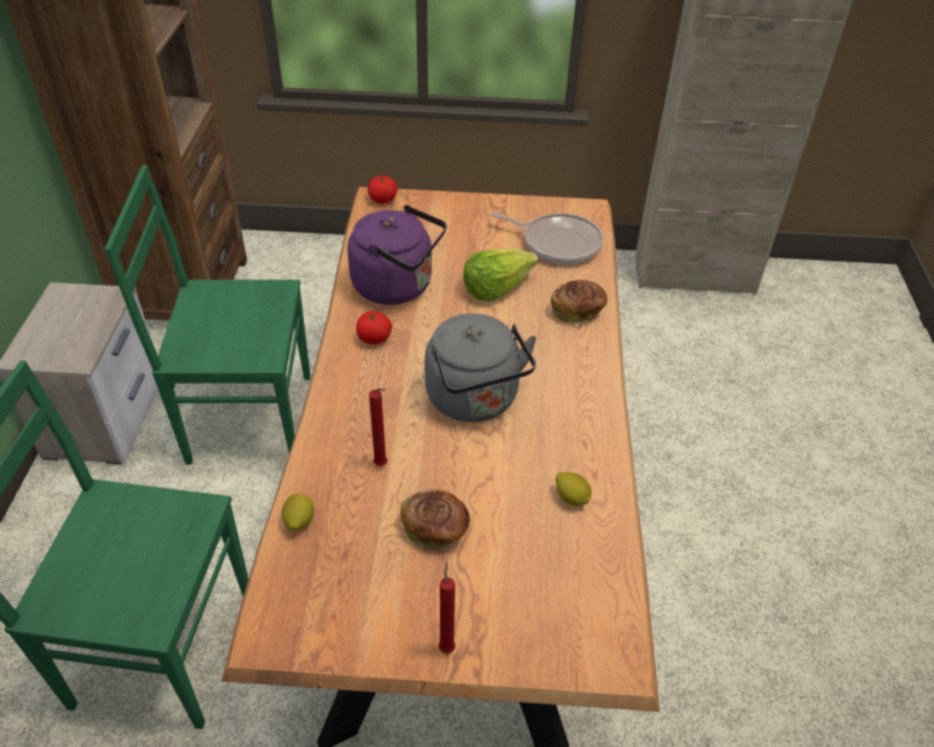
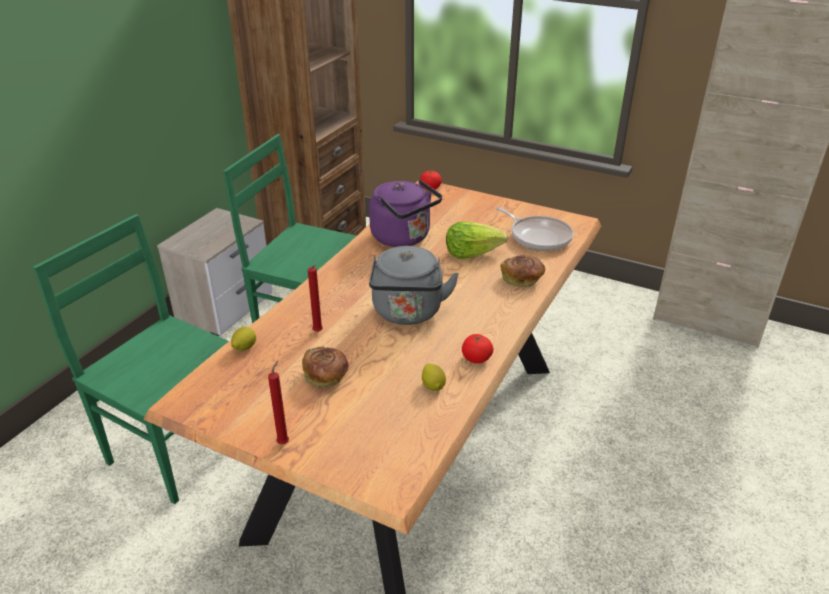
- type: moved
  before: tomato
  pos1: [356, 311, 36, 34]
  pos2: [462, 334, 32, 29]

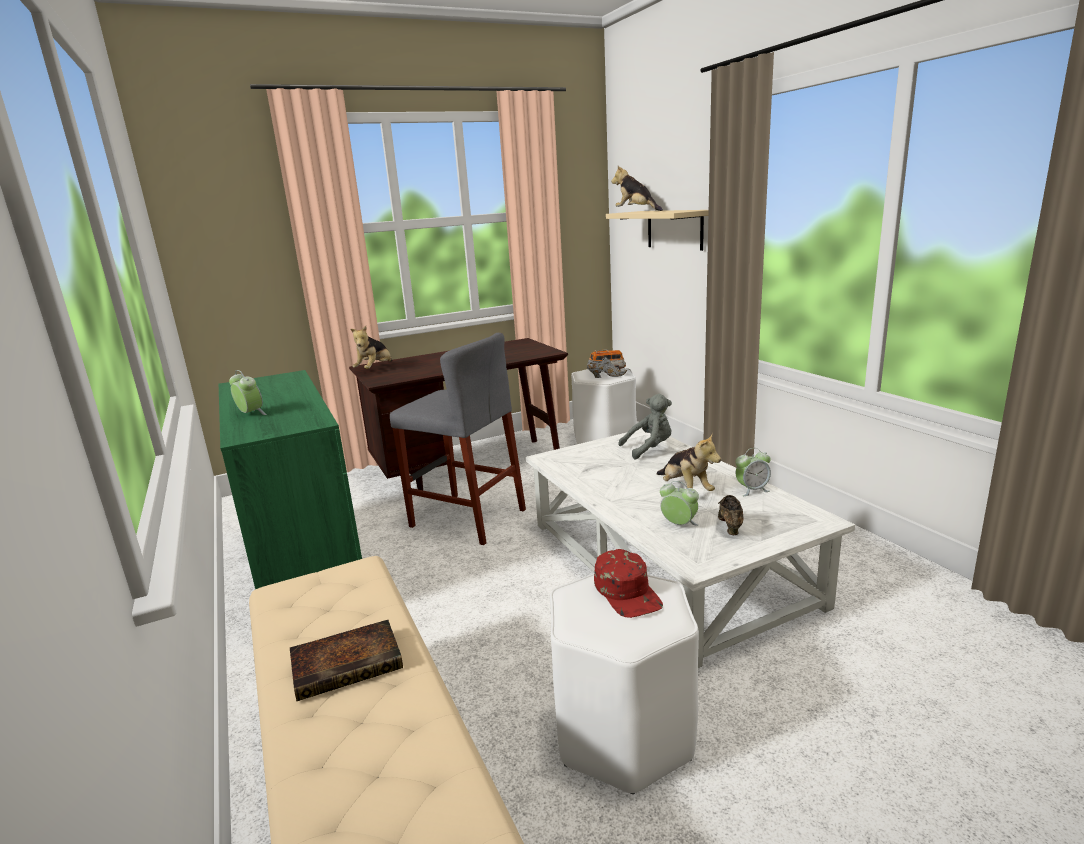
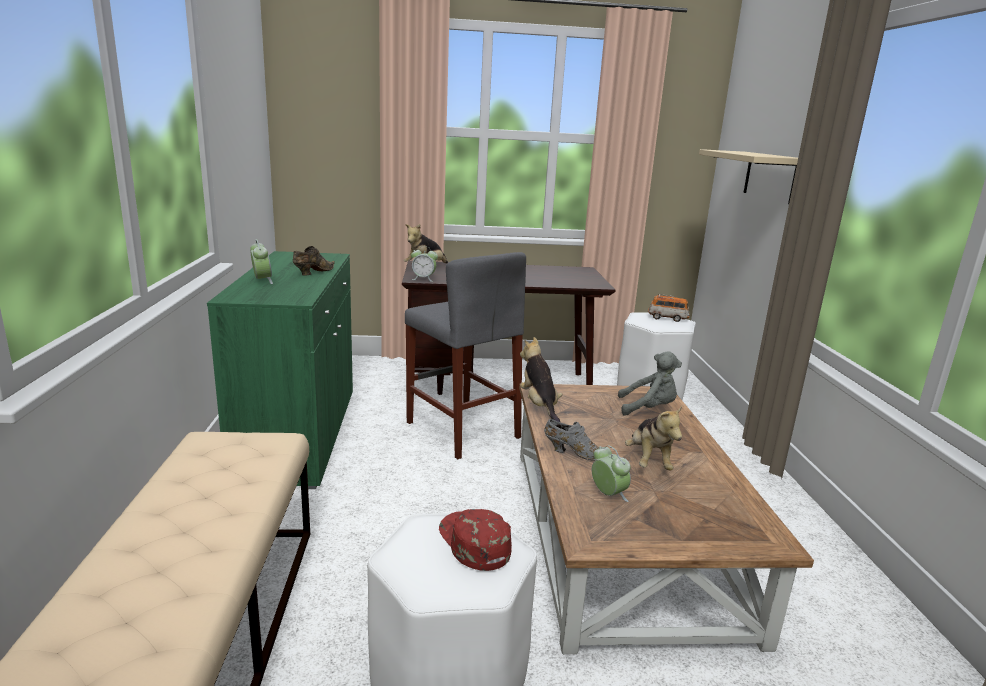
- type: removed
  before: book
  pos1: [290, 620, 113, 81]
- type: recoloured
  before: white coffee table
  after: brown coffee table
  pos1: [526, 429, 329, 239]
  pos2: [519, 383, 295, 271]
- type: moved
  before: grey shoe
  pos1: [587, 357, 40, 21]
  pos2: [544, 419, 55, 42]
- type: turned
  before: red cap
  pos1: [594, 549, 69, 69]
  pos2: [439, 509, 73, 62]
  turn: 150
- type: moved
  before: plush toy
  pos1: [611, 166, 52, 45]
  pos2: [520, 337, 42, 85]
- type: moved
  before: brown shoe
  pos1: [718, 495, 26, 40]
  pos2: [293, 246, 42, 30]
- type: moved
  before: alarm clock
  pos1: [736, 448, 35, 48]
  pos2: [411, 246, 27, 36]

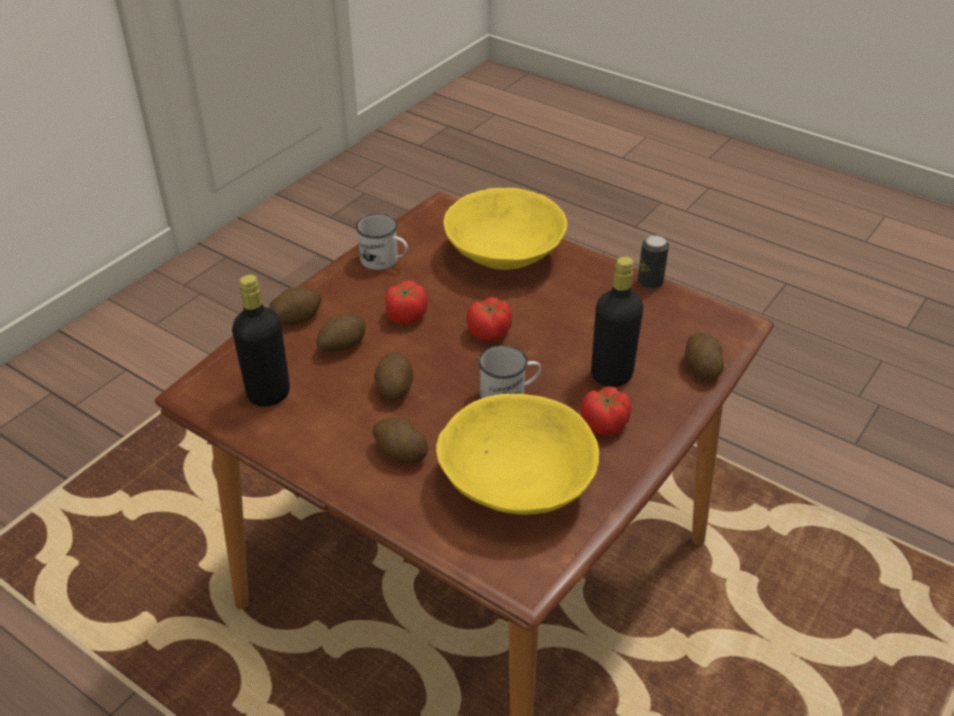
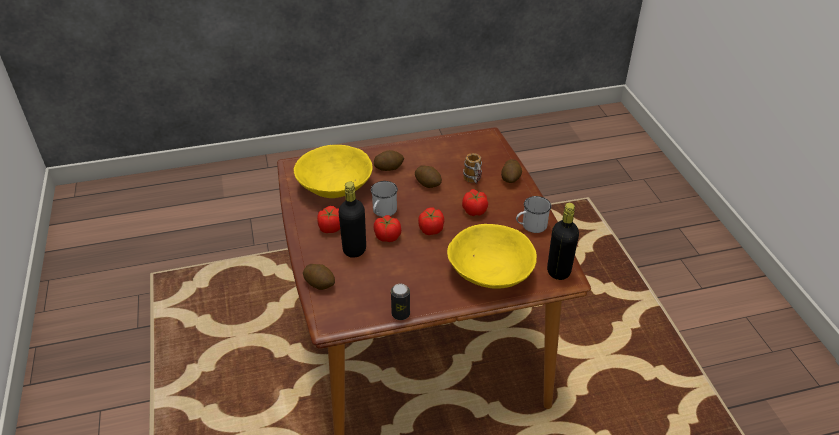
- type: moved
  before: black bottle
  pos1: [232, 275, 58, 132]
  pos2: [547, 203, 32, 77]
- type: replaced
  before: potato
  after: mug
  pos1: [316, 313, 50, 39]
  pos2: [463, 153, 19, 32]
- type: added
  after: tomato
  pos2: [374, 215, 27, 27]

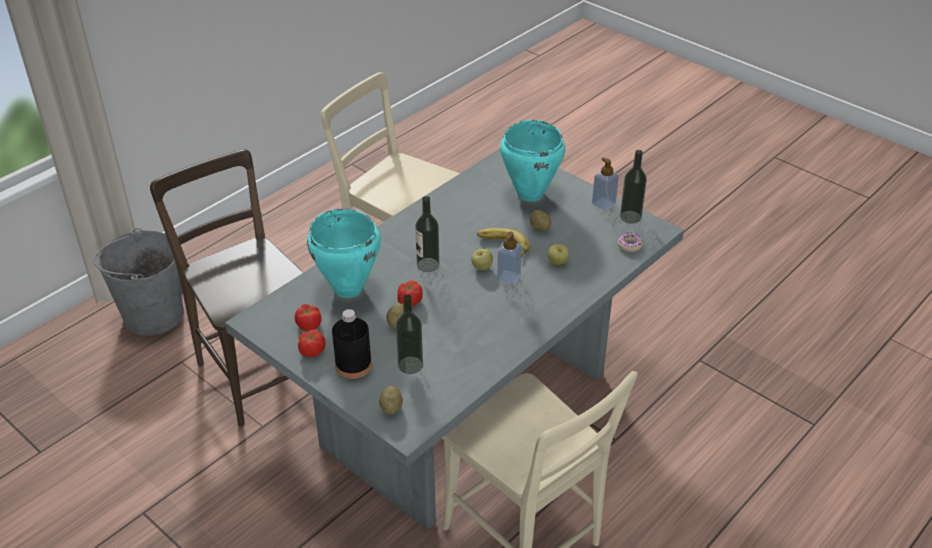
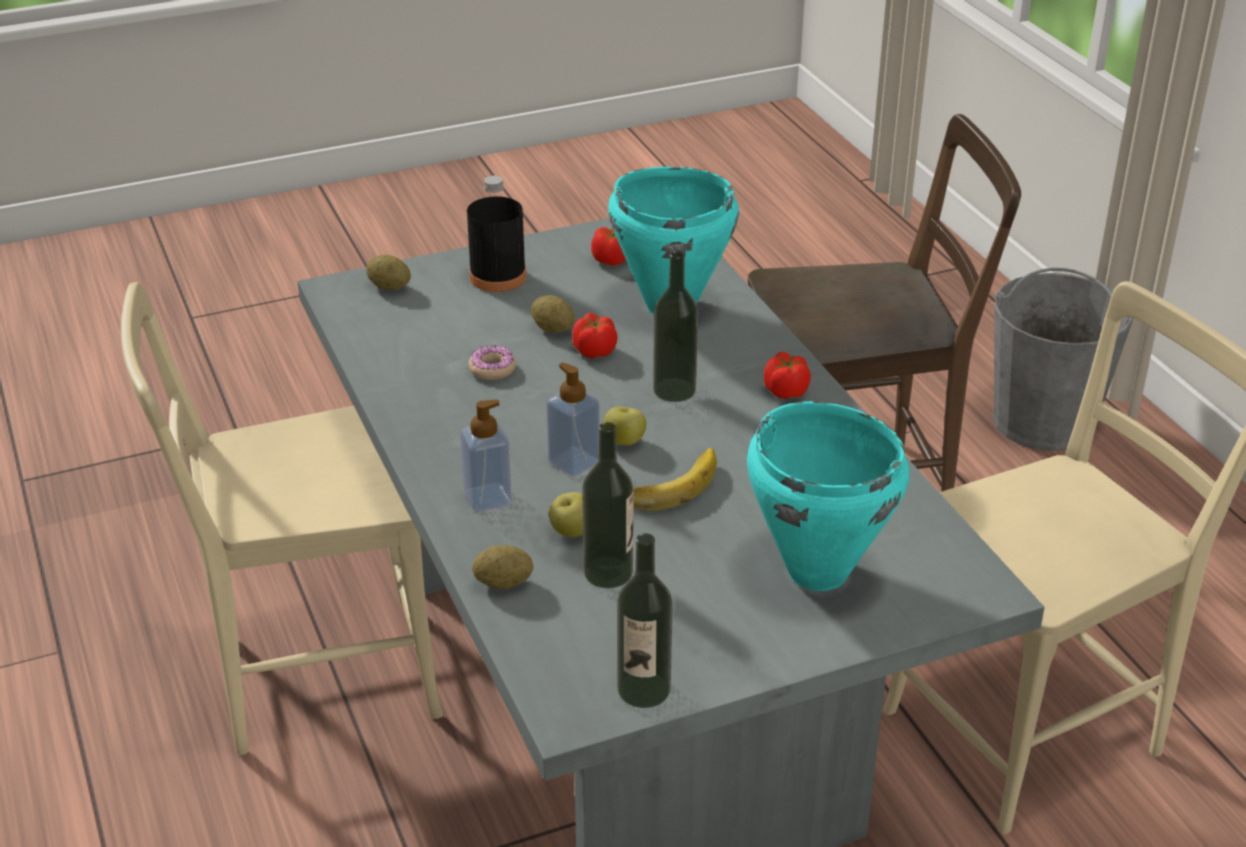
- type: moved
  before: tomato
  pos1: [298, 330, 27, 27]
  pos2: [764, 352, 47, 47]
- type: moved
  before: bottle
  pos1: [396, 294, 27, 80]
  pos2: [582, 422, 52, 166]
- type: moved
  before: potato
  pos1: [530, 210, 21, 21]
  pos2: [472, 545, 61, 45]
- type: moved
  before: soap dispenser
  pos1: [592, 157, 27, 53]
  pos2: [460, 399, 52, 113]
- type: moved
  before: donut
  pos1: [618, 232, 25, 20]
  pos2: [468, 346, 48, 34]

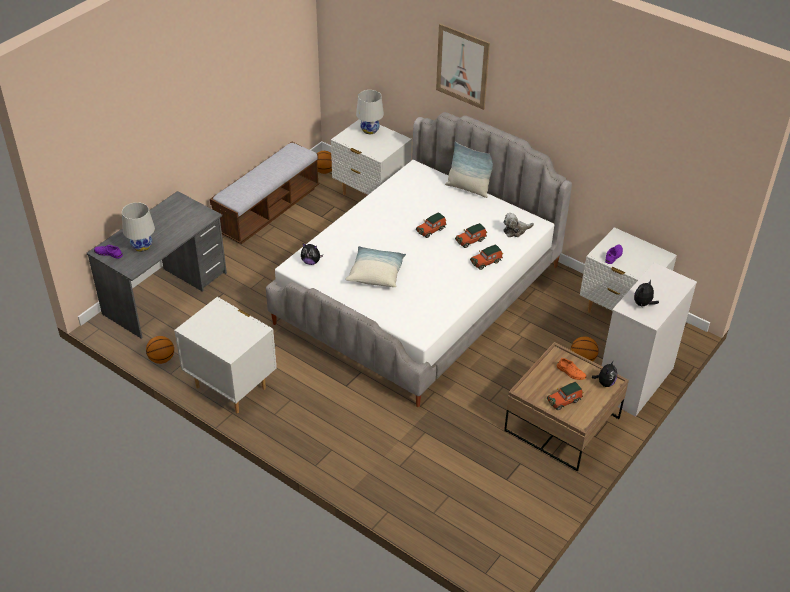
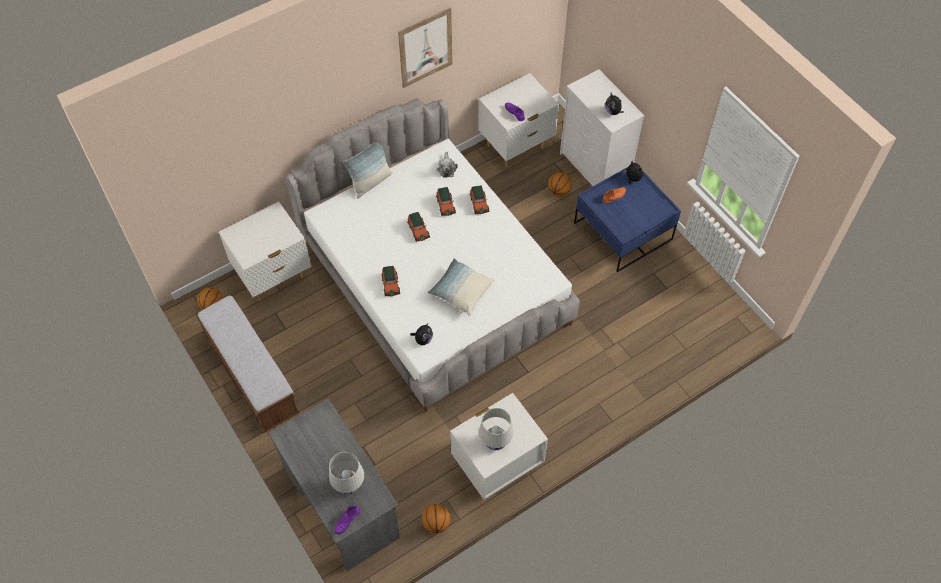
- type: moved
  before: white table lamp
  pos1: [356, 90, 28, 44]
  pos2: [479, 408, 34, 42]
- type: moved
  before: picture
  pos1: [436, 24, 54, 86]
  pos2: [398, 8, 54, 80]
- type: recoloured
  before: brown coffee table
  after: blue coffee table
  pos1: [504, 342, 125, 129]
  pos2: [574, 167, 107, 105]
- type: moved
  before: toy car
  pos1: [547, 382, 36, 28]
  pos2: [381, 266, 19, 30]

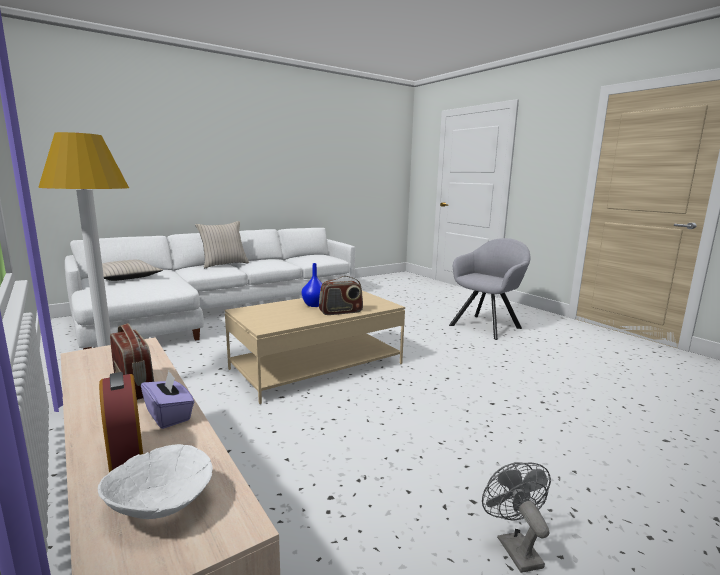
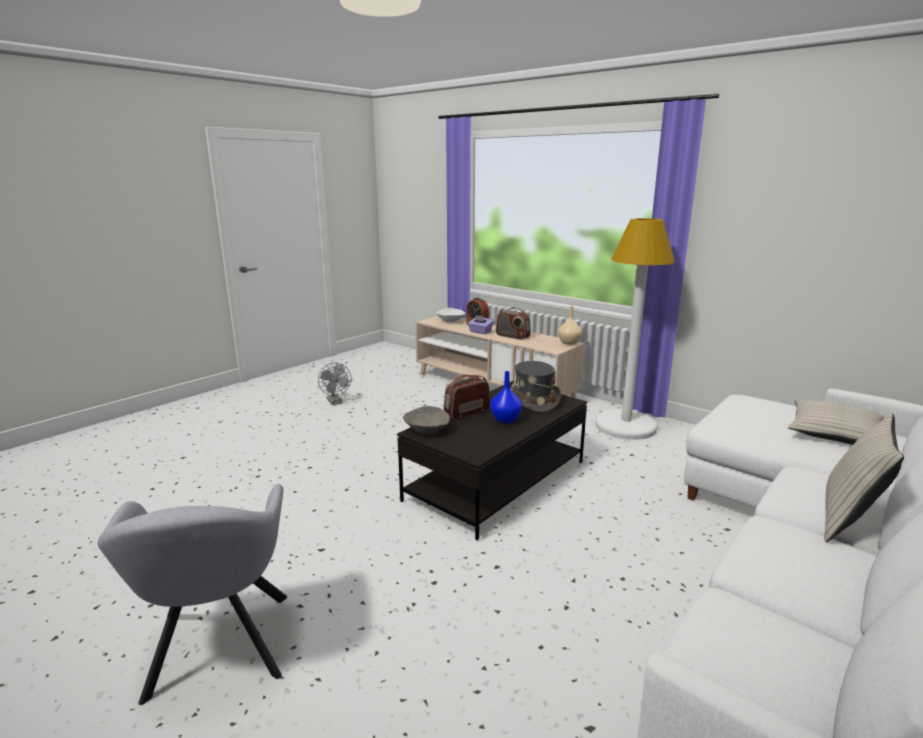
- type: recoloured
  before: beige coffee table
  after: black coffee table
  pos1: [225, 291, 180, 113]
  pos2: [397, 381, 190, 160]
- type: turned
  before: grey armchair
  pos1: [449, 238, 82, 102]
  pos2: [97, 484, 190, 221]
  turn: -45
- type: added
  after: grey bowl
  pos2: [403, 406, 47, 28]
- type: added
  after: grey hat
  pos2: [511, 361, 50, 51]
- type: added
  after: beige vase
  pos2: [558, 306, 24, 39]

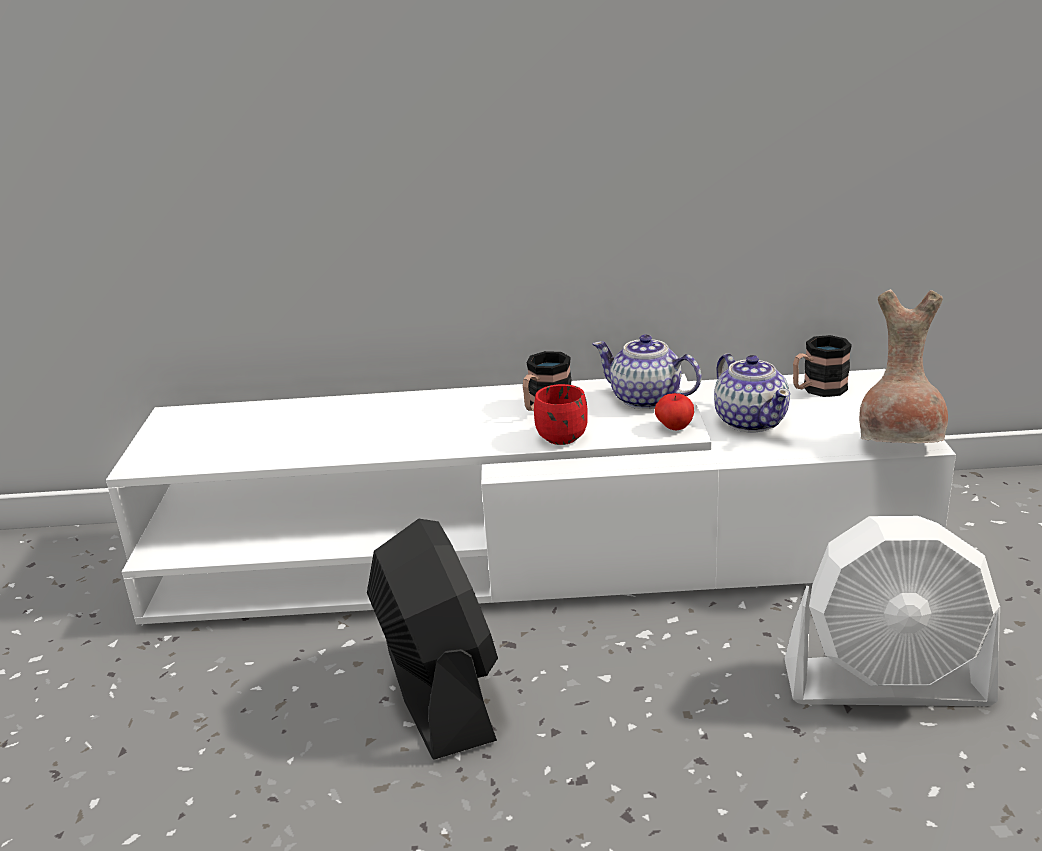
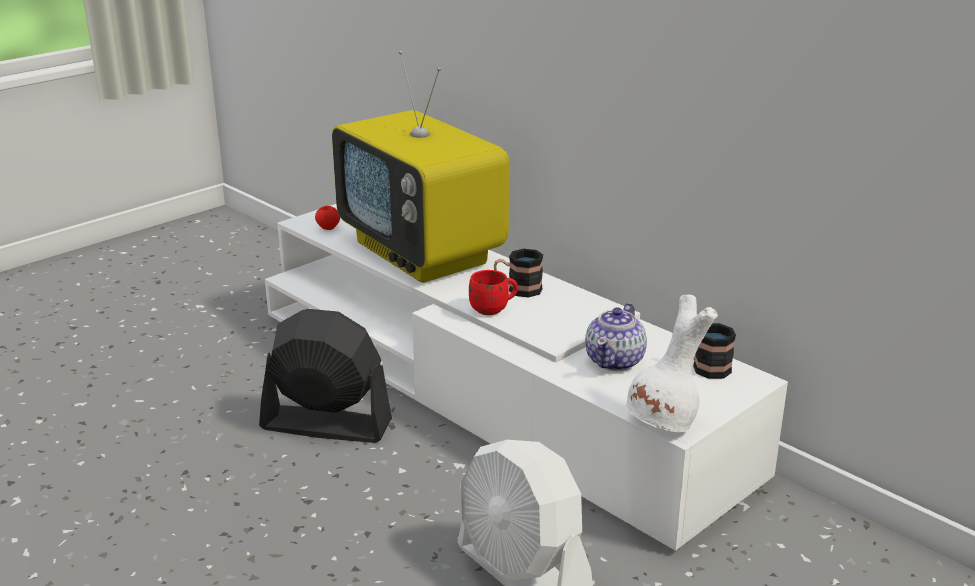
- type: turned
  before: black fan
  pos1: [367, 519, 131, 241]
  pos2: [259, 309, 133, 134]
  turn: -105
- type: removed
  before: teapot
  pos1: [593, 334, 109, 75]
- type: moved
  before: apple
  pos1: [655, 393, 39, 37]
  pos2: [315, 206, 25, 24]
- type: recoloured
  before: brown vase
  after: white vase
  pos1: [859, 289, 89, 154]
  pos2: [626, 295, 92, 137]
- type: added
  after: television
  pos2: [332, 51, 177, 232]

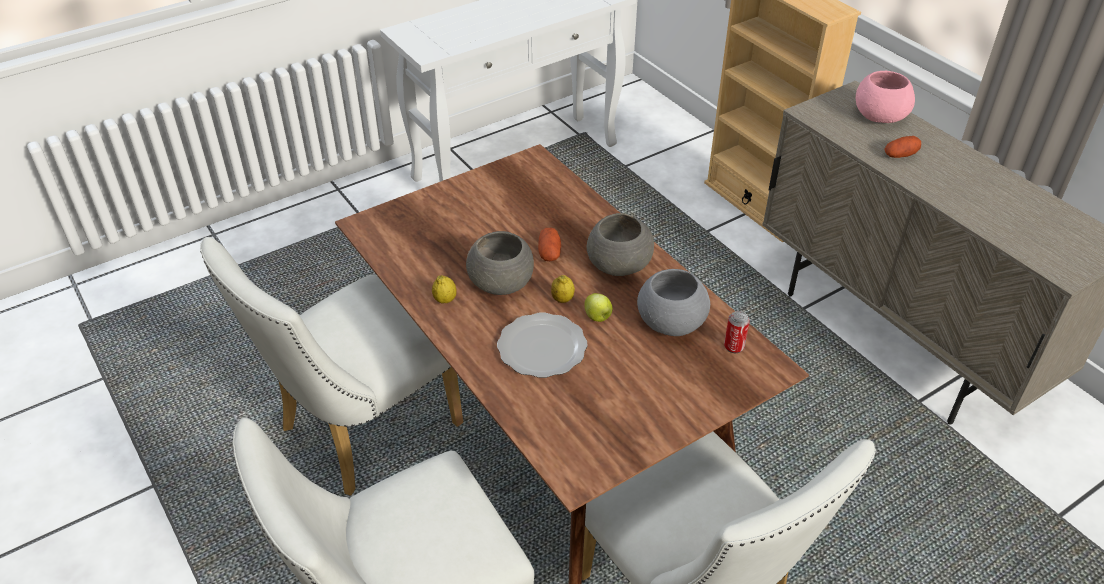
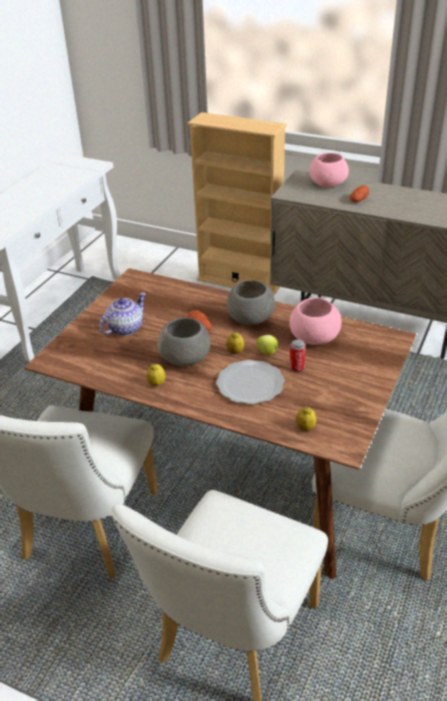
- type: recoloured
  before: grey bowl
  after: pink bowl
  pos1: [637, 269, 73, 67]
  pos2: [289, 298, 53, 47]
- type: moved
  before: can
  pos1: [724, 311, 26, 42]
  pos2: [290, 339, 16, 33]
- type: added
  after: teapot
  pos2: [99, 293, 47, 43]
- type: added
  after: lemon
  pos2: [296, 407, 20, 24]

